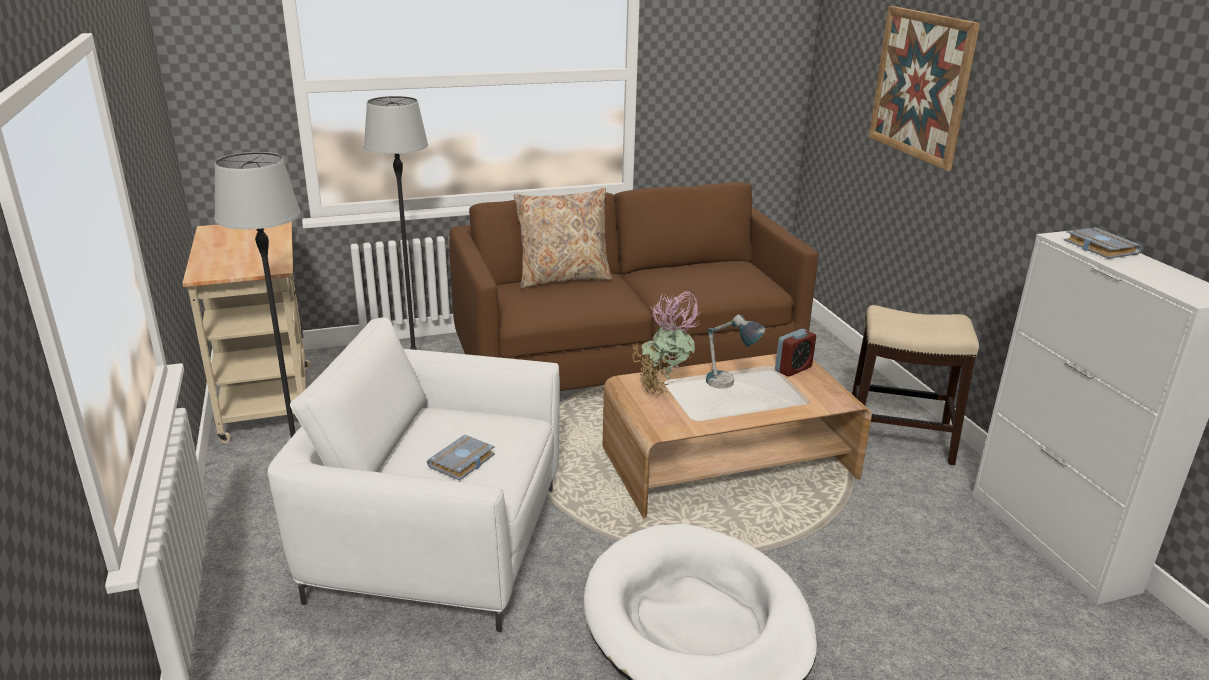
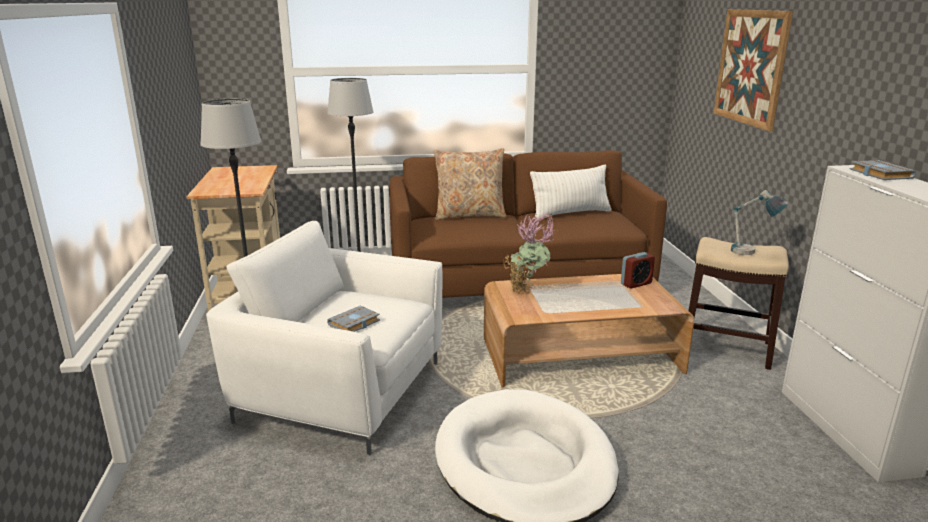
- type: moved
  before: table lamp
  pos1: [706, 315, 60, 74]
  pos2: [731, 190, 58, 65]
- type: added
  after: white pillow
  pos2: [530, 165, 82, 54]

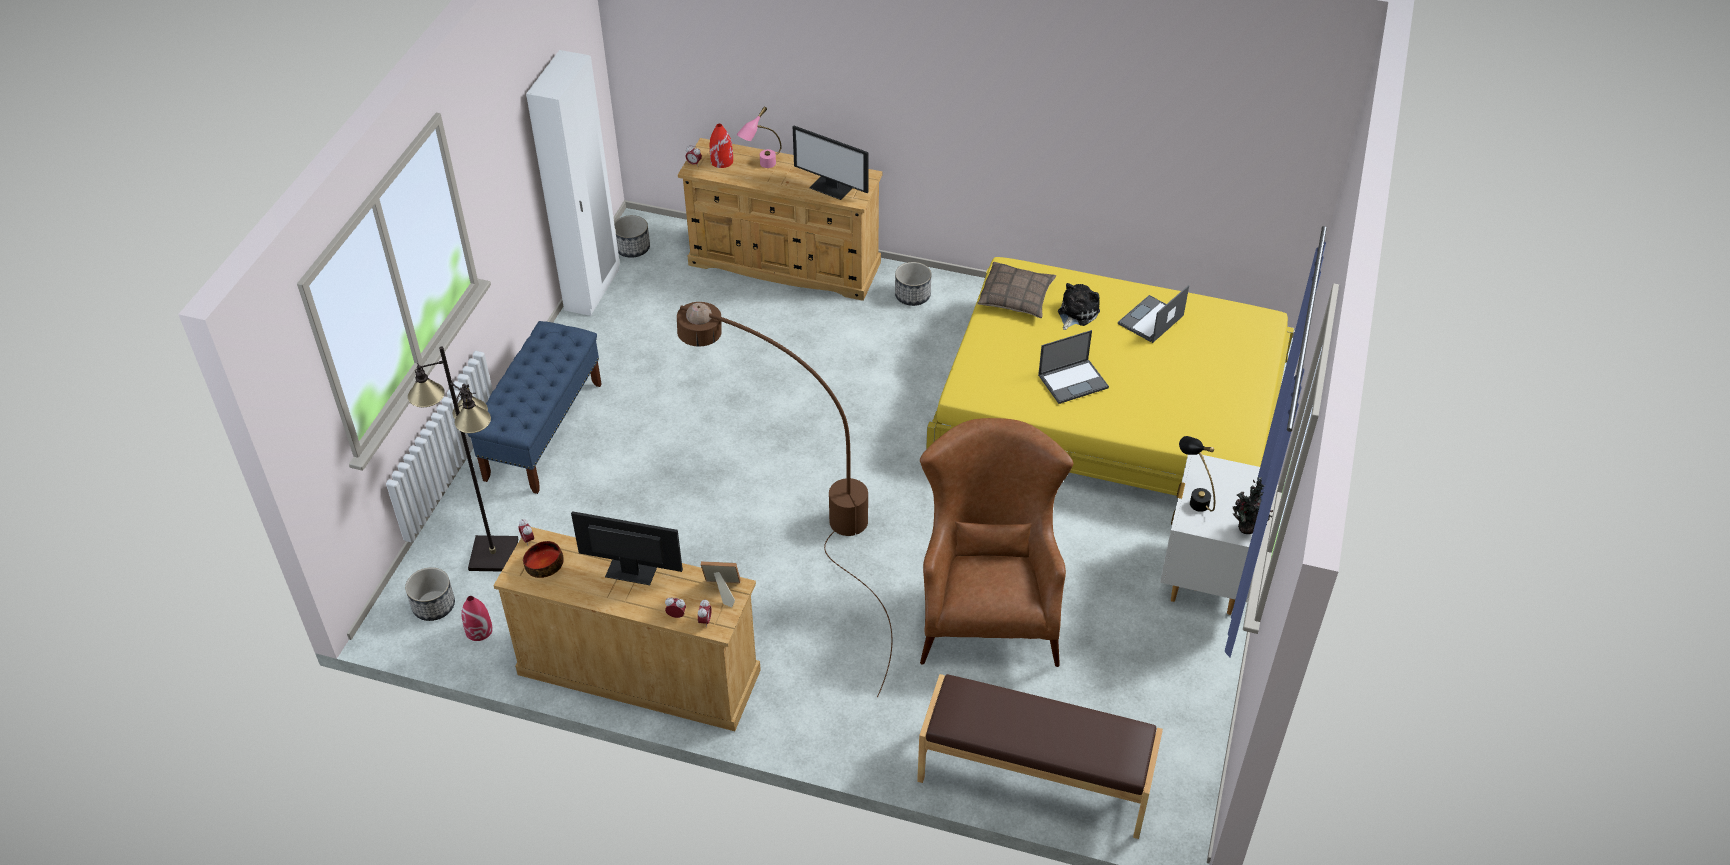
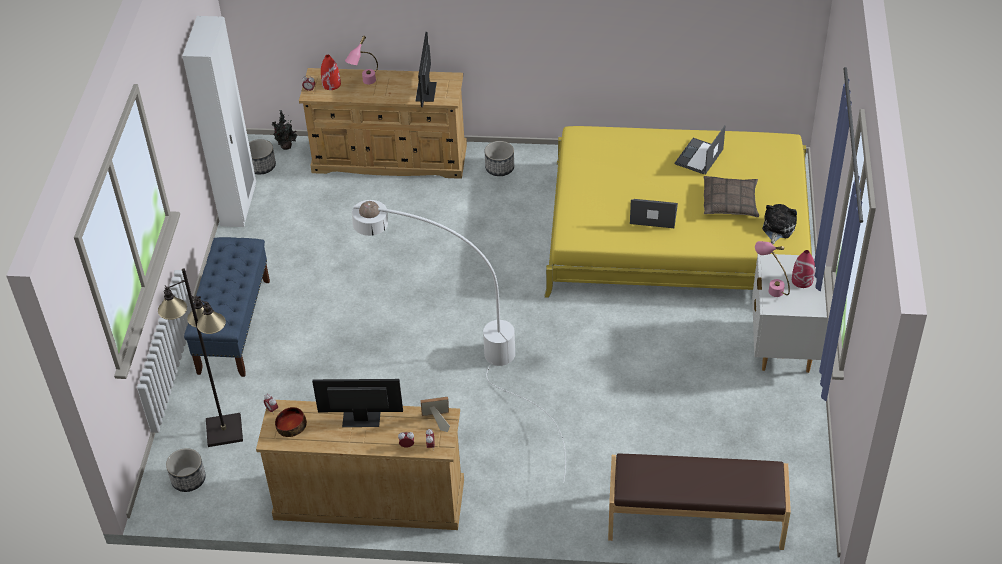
- type: moved
  before: red vase
  pos1: [462, 596, 31, 45]
  pos2: [792, 250, 23, 38]
- type: recoloured
  before: brown floor lamp
  after: white floor lamp
  pos1: [677, 302, 215, 396]
  pos2: [352, 200, 214, 283]
- type: turned
  before: monitor
  pos1: [793, 126, 76, 74]
  pos2: [415, 32, 22, 75]
  turn: 75
- type: removed
  before: brown armchair
  pos1: [920, 418, 153, 249]
- type: moved
  before: pillow
  pos1: [977, 262, 79, 56]
  pos2: [703, 176, 56, 41]
- type: turned
  before: laptop
  pos1: [1038, 330, 71, 74]
  pos2: [630, 199, 48, 29]
  turn: -135
- type: moved
  before: plush toy
  pos1: [1058, 283, 42, 47]
  pos2: [762, 204, 35, 40]
- type: recoloured
  before: black table lamp
  after: pink table lamp
  pos1: [1179, 436, 36, 76]
  pos2: [755, 241, 35, 56]
- type: moved
  before: potted plant
  pos1: [1233, 477, 40, 57]
  pos2: [272, 110, 26, 40]

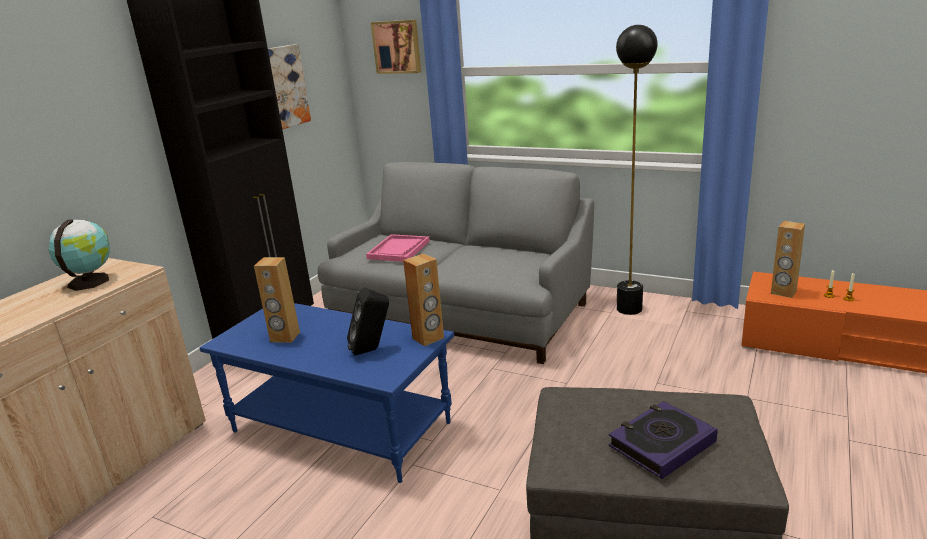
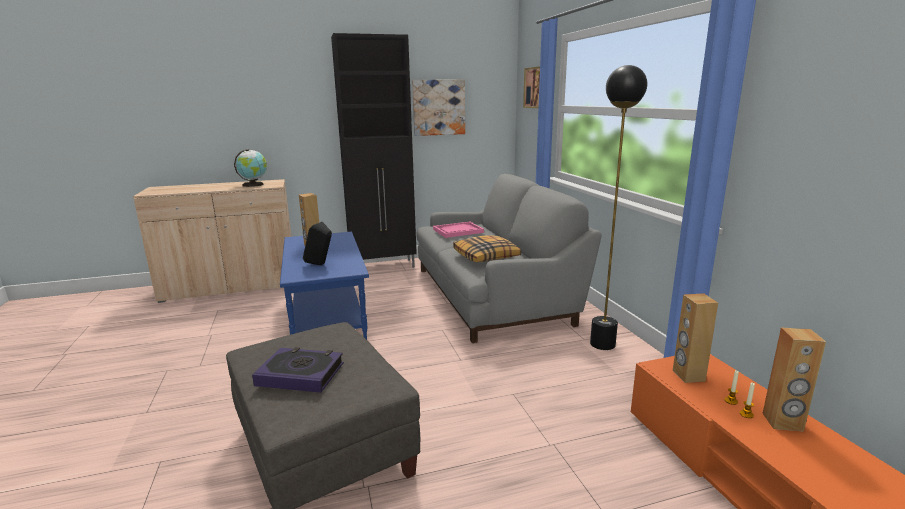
- type: moved
  before: brown speaker
  pos1: [403, 254, 41, 92]
  pos2: [763, 328, 63, 104]
- type: added
  after: pillow
  pos2: [453, 235, 68, 27]

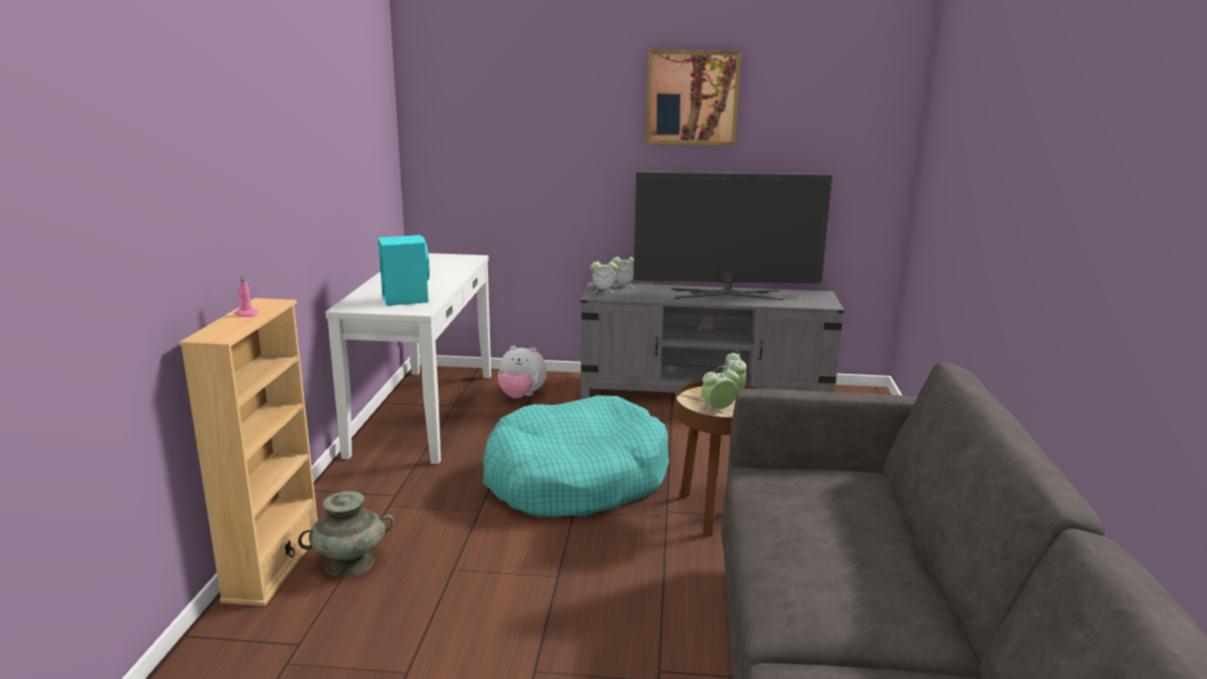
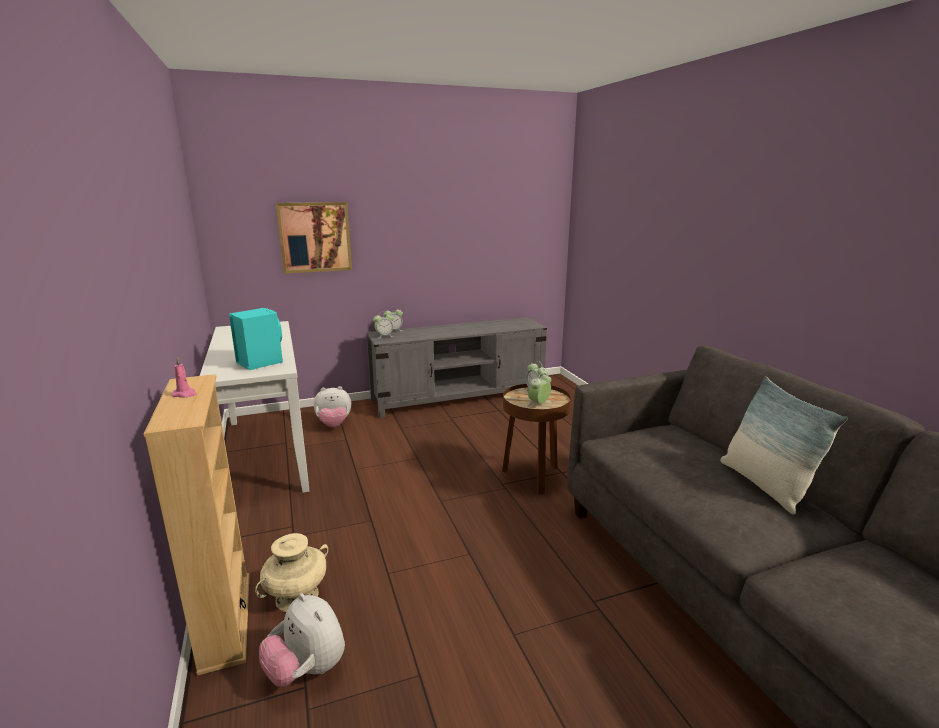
- type: recoloured
  before: turquoise vase
  after: beige vase
  pos1: [298, 491, 96, 86]
  pos2: [255, 533, 73, 79]
- type: removed
  before: turquoise dog bed
  pos1: [483, 395, 186, 122]
- type: removed
  before: television
  pos1: [633, 171, 200, 129]
- type: moved
  before: picture
  pos1: [646, 50, 95, 96]
  pos2: [276, 202, 76, 72]
- type: added
  after: plush toy
  pos2: [259, 593, 86, 94]
- type: added
  after: pillow
  pos2: [720, 376, 128, 139]

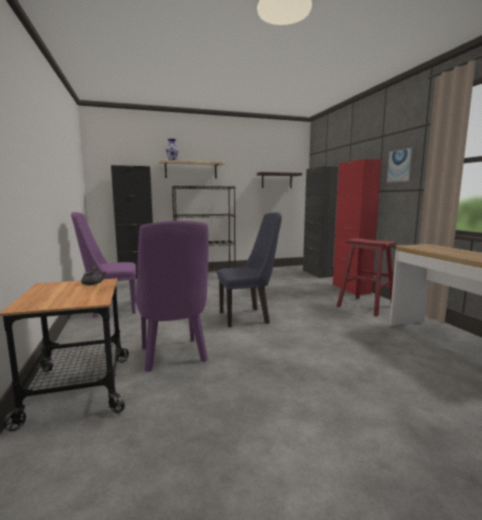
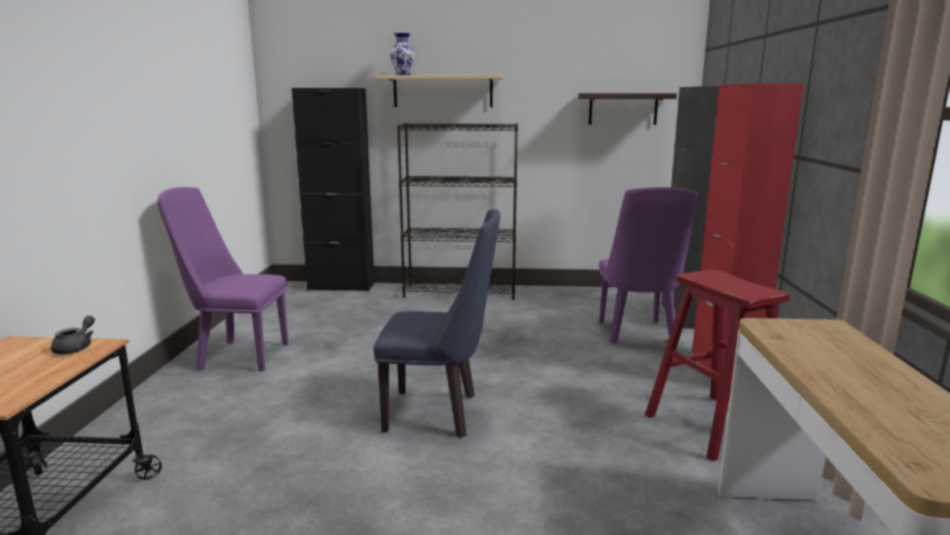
- type: moved
  before: purple chair
  pos1: [136, 221, 73, 151]
  pos2: [599, 187, 98, 157]
- type: removed
  before: picture
  pos1: [386, 147, 28, 36]

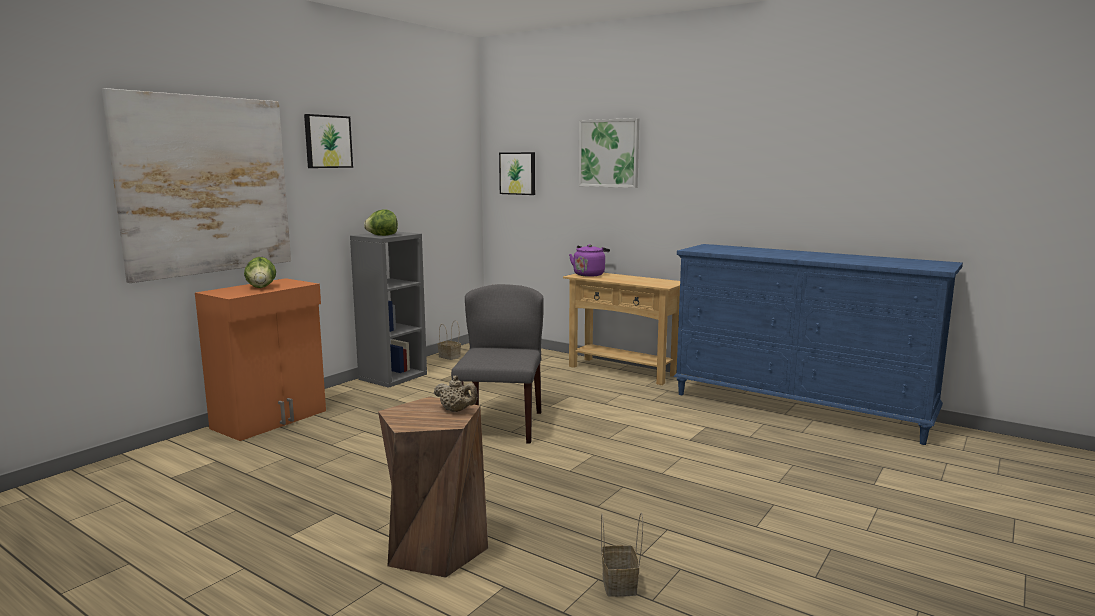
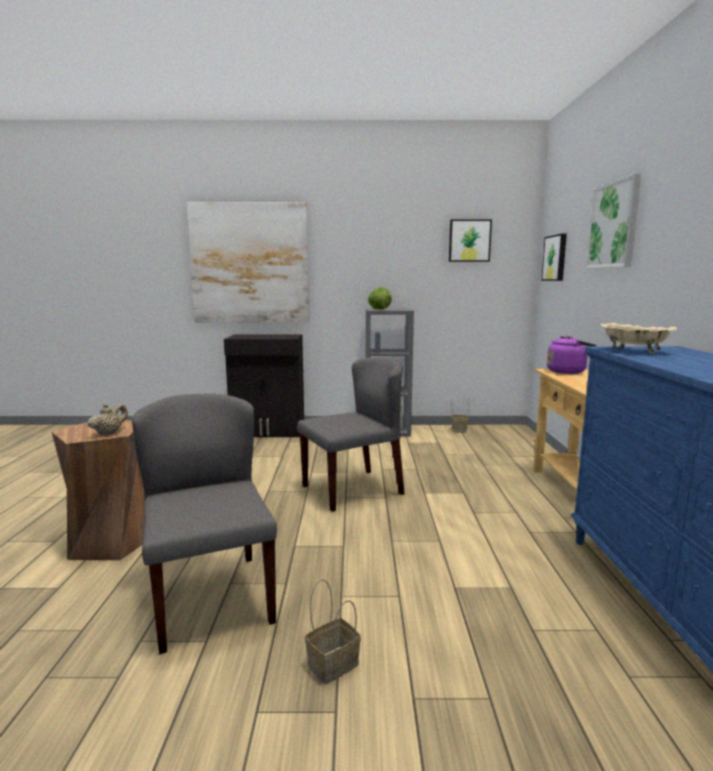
- type: recoloured
  before: orange cabinet
  after: black cabinet
  pos1: [195, 278, 131, 163]
  pos2: [224, 335, 80, 102]
- type: removed
  before: lettuce
  pos1: [244, 257, 32, 31]
- type: moved
  before: picture
  pos1: [304, 114, 49, 54]
  pos2: [449, 219, 43, 43]
- type: turned
  before: beige teapot
  pos1: [434, 376, 44, 36]
  pos2: [88, 403, 40, 33]
  turn: -150
- type: moved
  before: basket
  pos1: [601, 513, 42, 84]
  pos2: [305, 579, 56, 105]
- type: added
  after: grey chair
  pos2: [132, 393, 145, 261]
- type: added
  after: beige bowl
  pos2: [599, 323, 78, 31]

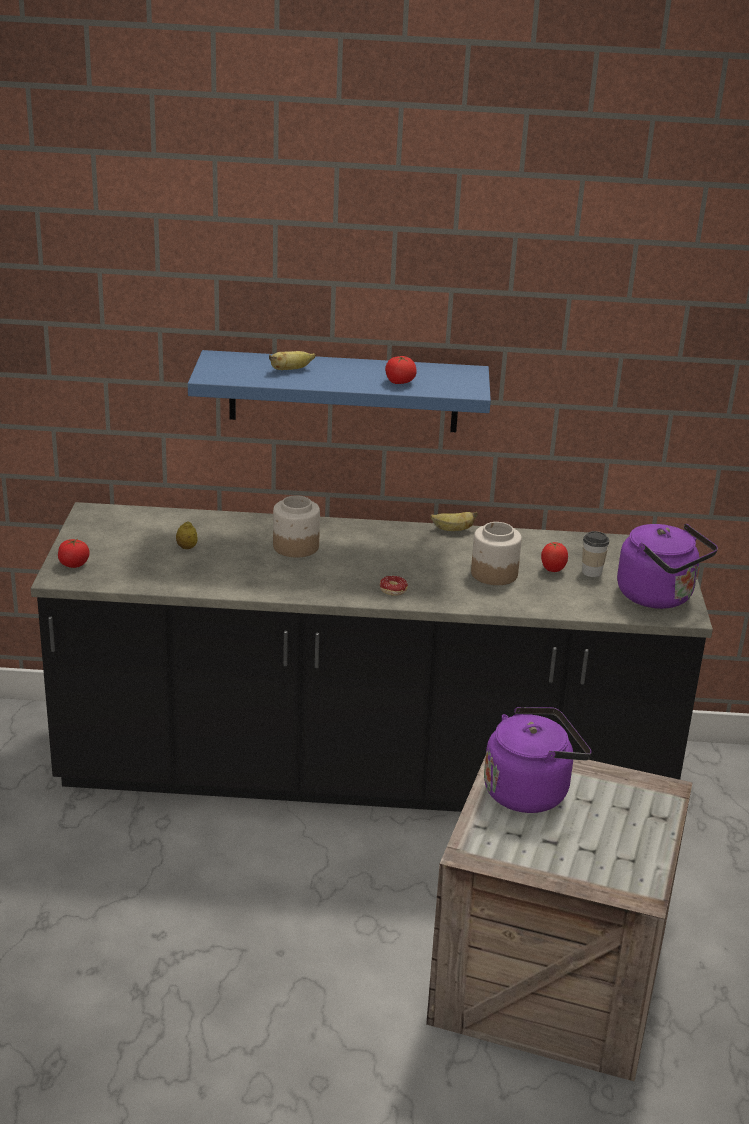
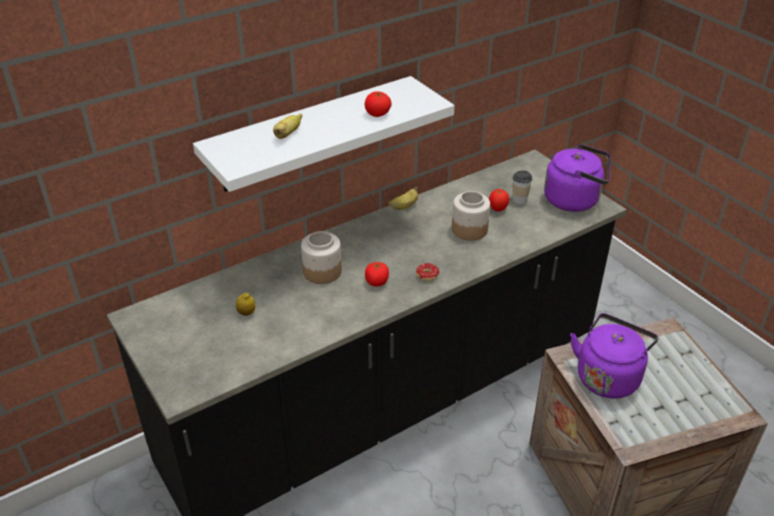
- type: moved
  before: tomato
  pos1: [58, 539, 31, 29]
  pos2: [365, 261, 24, 25]
- type: recoloured
  before: blue shelf
  after: white shelf
  pos1: [188, 350, 303, 82]
  pos2: [193, 76, 262, 116]

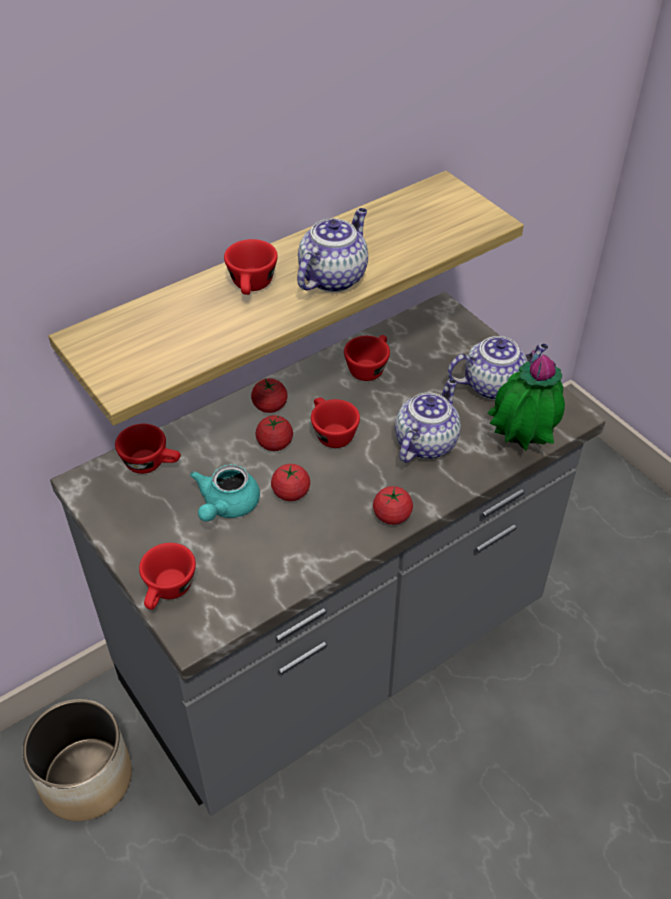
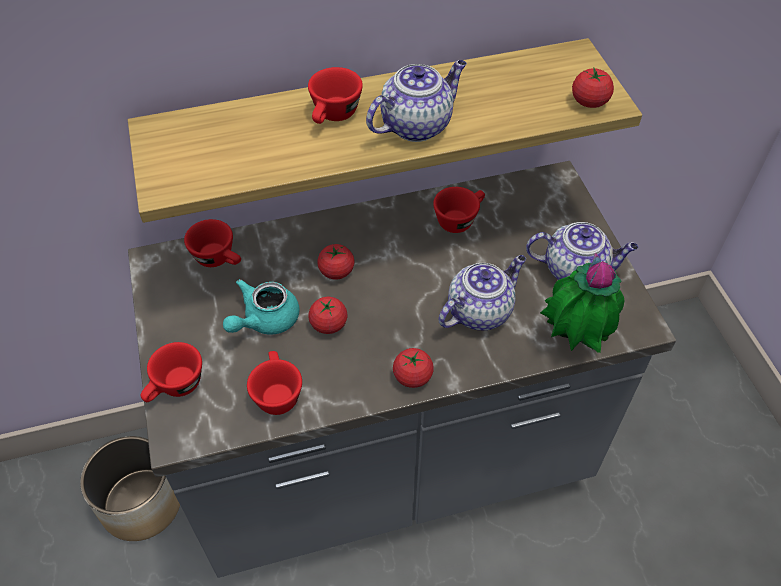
- type: moved
  before: tomato
  pos1: [251, 378, 37, 35]
  pos2: [572, 68, 42, 40]
- type: moved
  before: red cup
  pos1: [311, 398, 49, 50]
  pos2: [247, 351, 55, 64]

